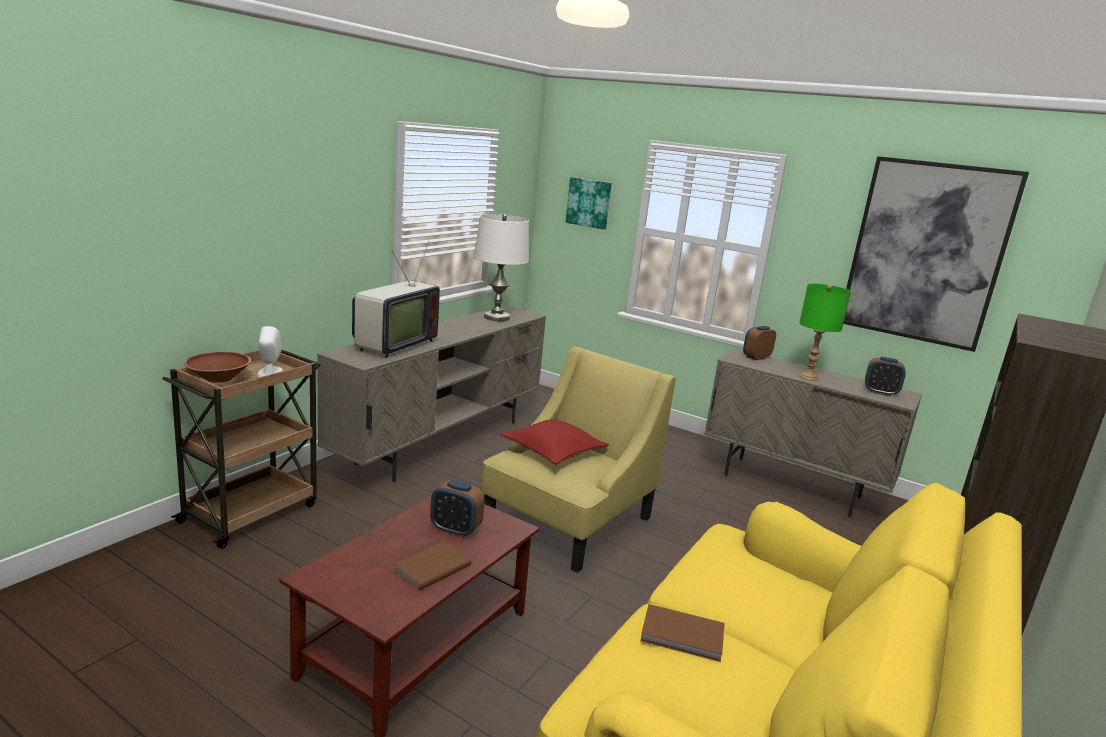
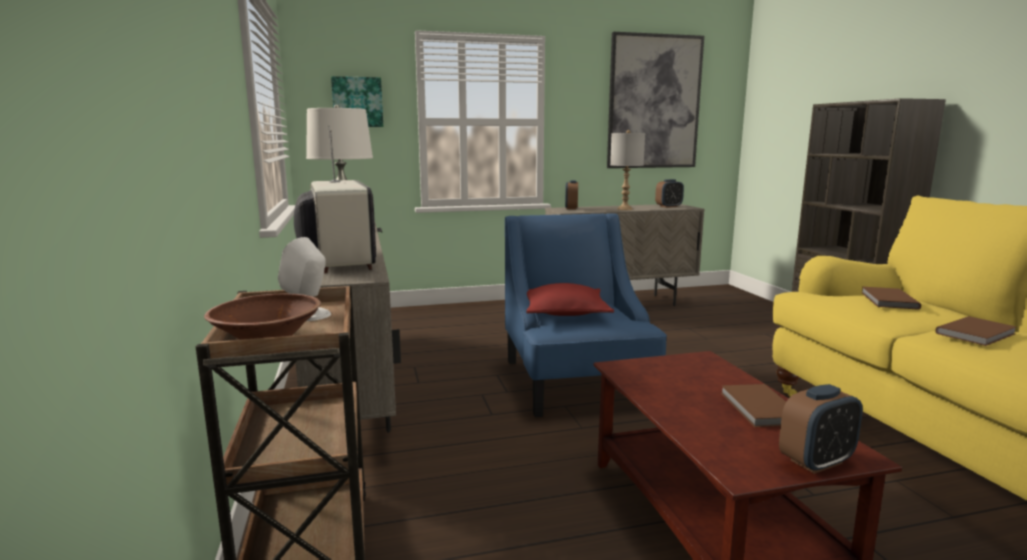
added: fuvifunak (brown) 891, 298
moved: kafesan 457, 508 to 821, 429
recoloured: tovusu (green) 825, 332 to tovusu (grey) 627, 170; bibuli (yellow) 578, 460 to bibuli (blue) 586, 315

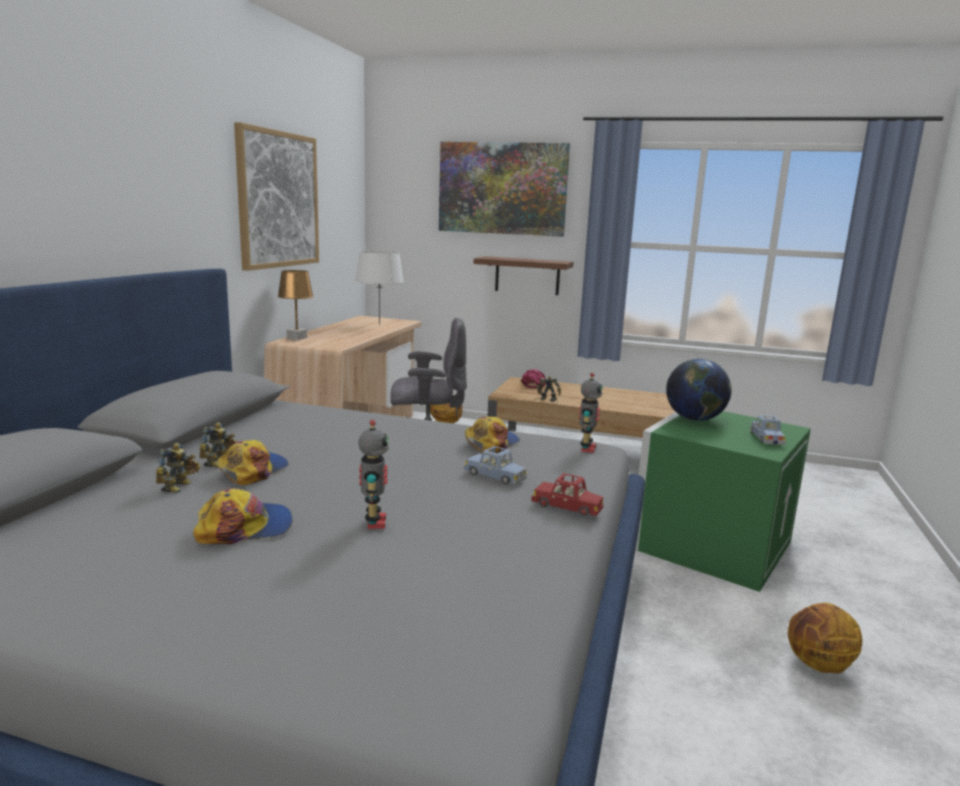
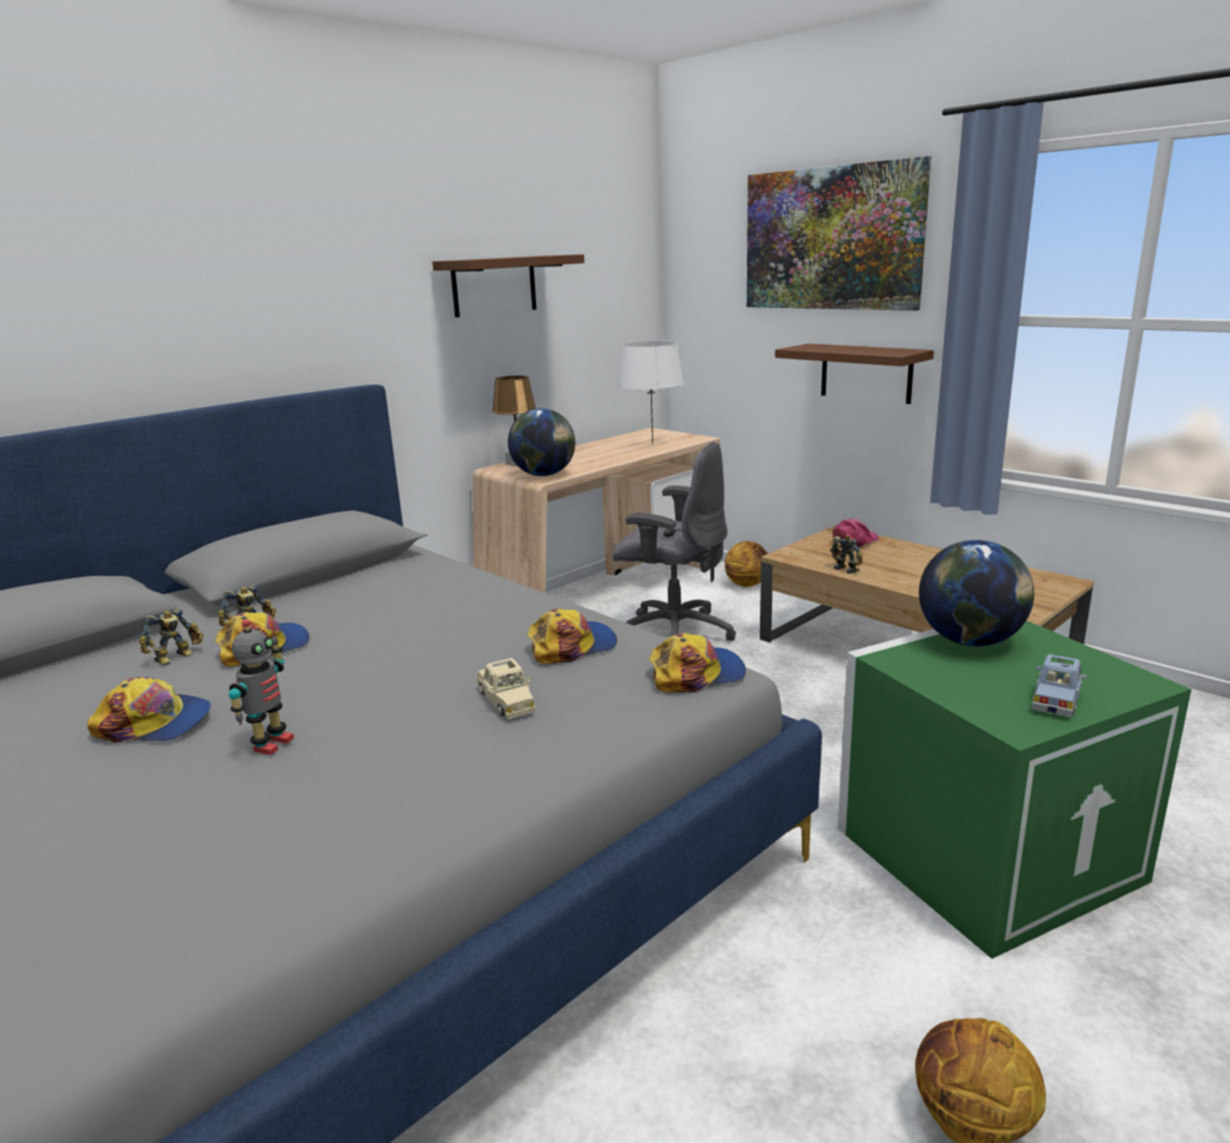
removed: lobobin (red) 567, 494
added: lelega 541, 442
replaced: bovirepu 276, 196 to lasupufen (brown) 508, 285; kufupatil 590, 413 to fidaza 697, 662
recoloured: lobobin (blue) 495, 465 to lobobin (beige) 506, 688

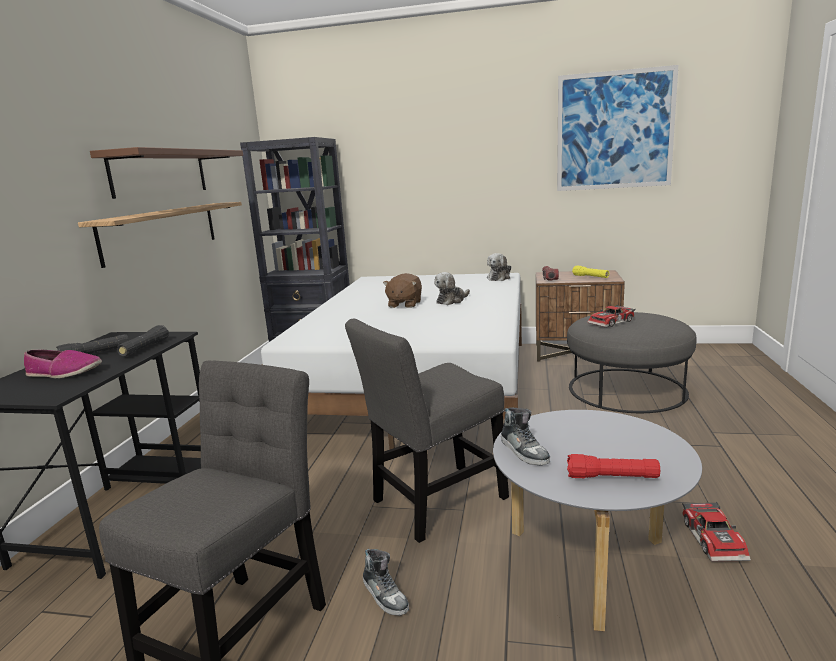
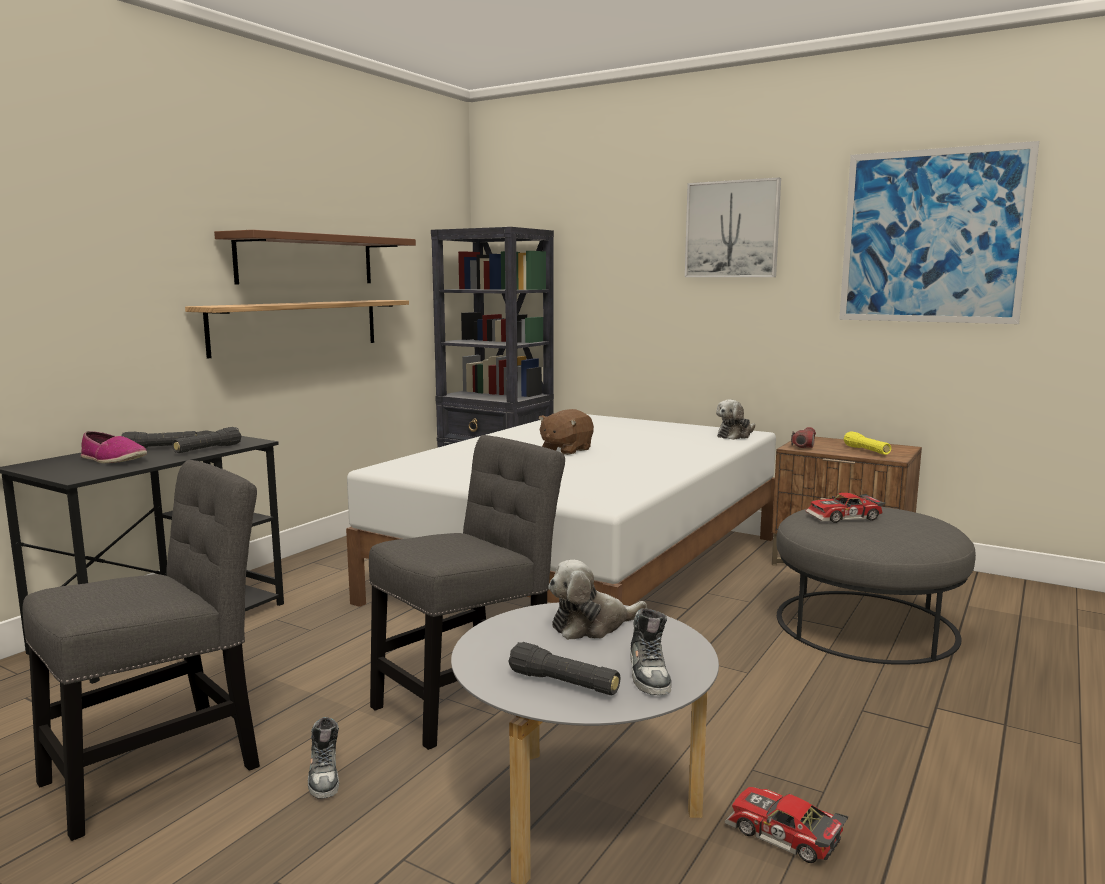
added: bovirepu 733, 227
moved: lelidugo 452, 288 to 597, 600; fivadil 525, 436 to 651, 651
recoloured: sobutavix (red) 613, 466 to sobutavix (black) 564, 668
turned: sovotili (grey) 427, 431 = 467, 592 150 degrees clockwise; lobobin 716, 532 = 786, 825 105 degrees clockwise

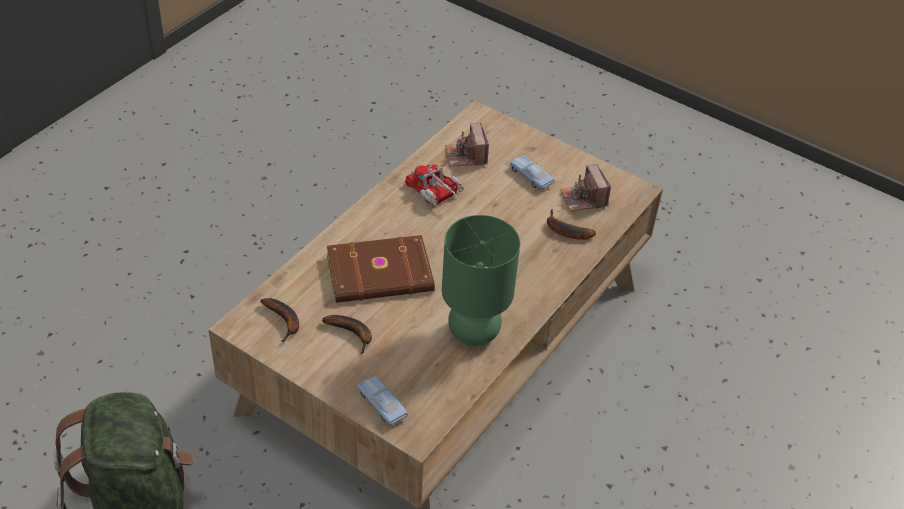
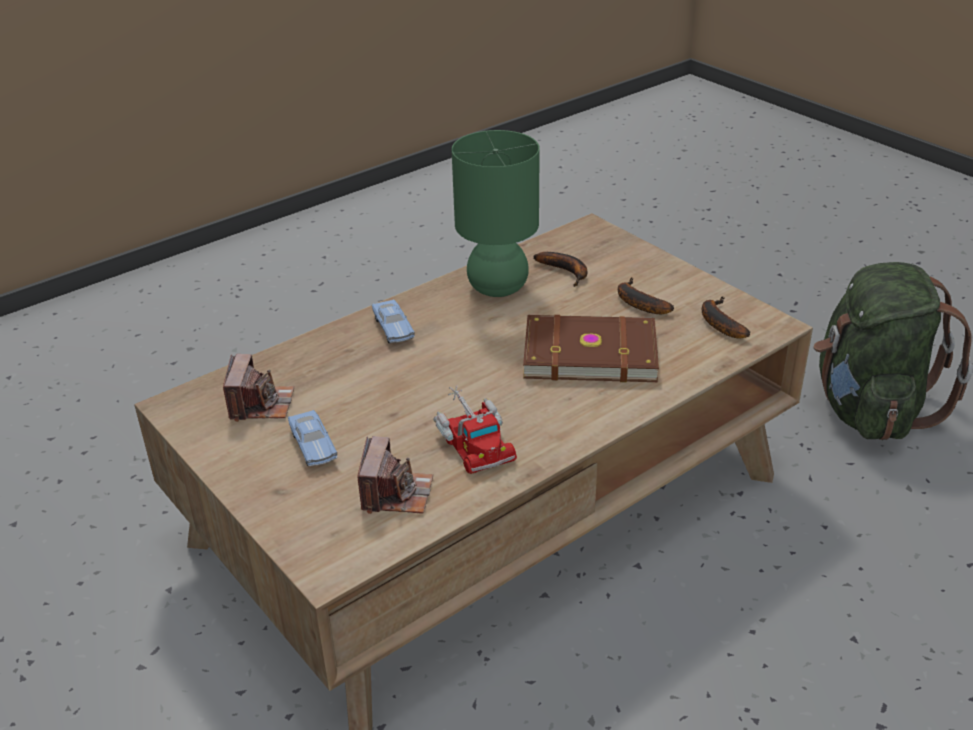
moved: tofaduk 571, 225 to 560, 269; lobobin (blue) 383, 400 to 393, 321

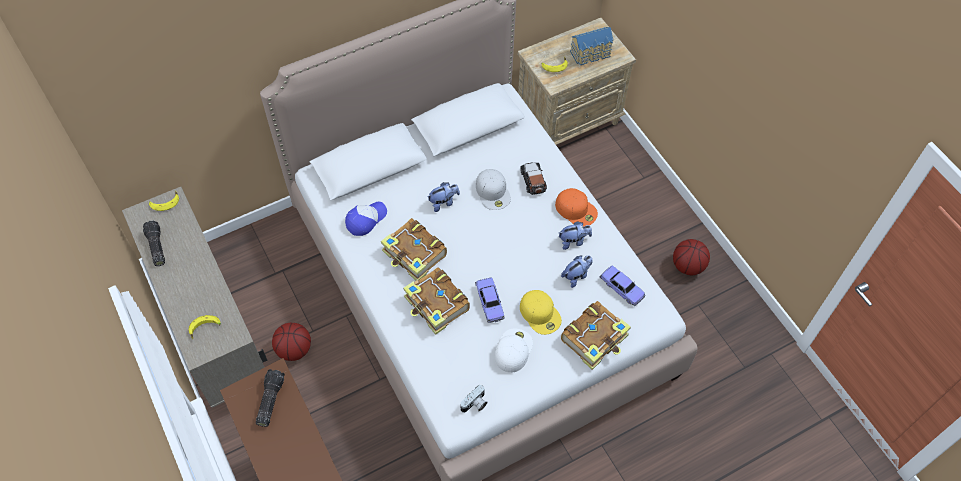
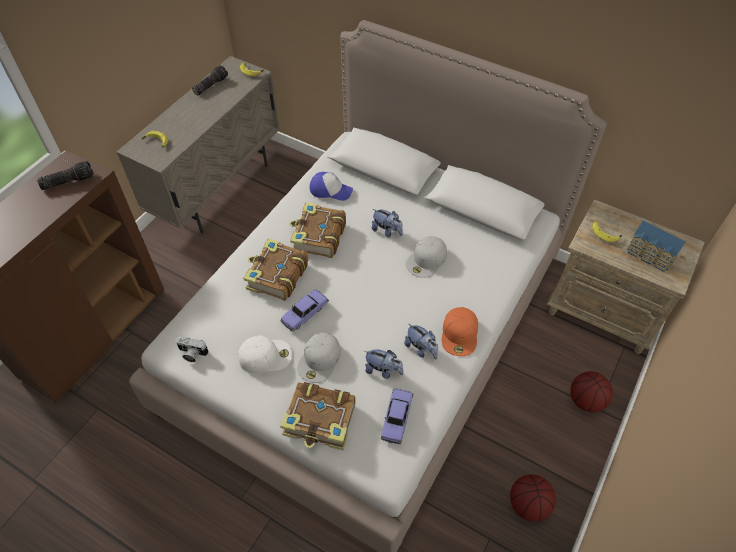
removed: lobobin 533, 178
moved: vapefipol 291, 342 to 591, 391
recoloured: fidaza (yellow) 541, 312 to fidaza (white) 319, 358

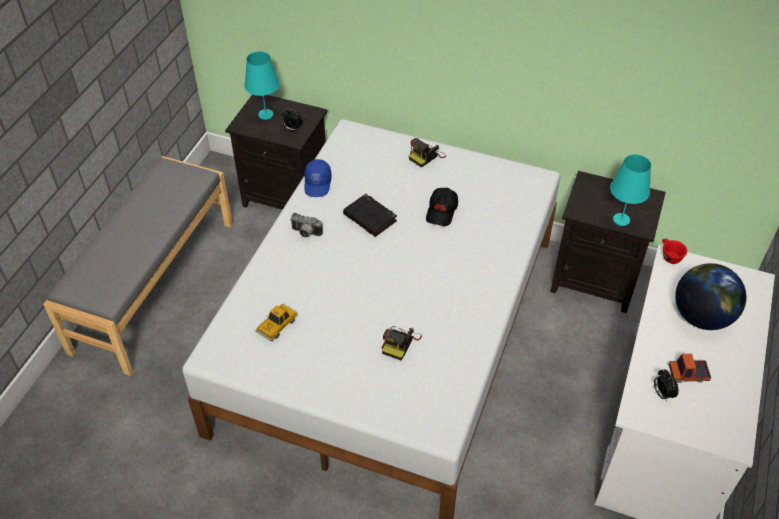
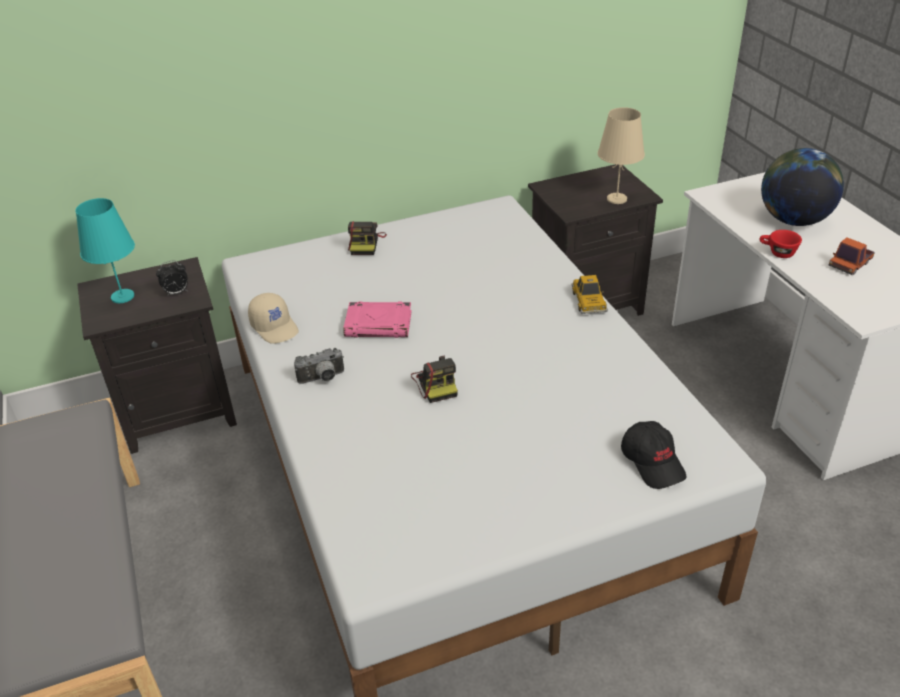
removed: kafesan 666, 385
moved: fidaza (black) 442, 207 to 653, 455; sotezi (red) 674, 251 to 781, 244; lobobin 277, 322 to 589, 294; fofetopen 402, 343 to 434, 379
recoloured: tovusu (turquoise) 630, 190 to tovusu (beige) 621, 155; fidaza (blue) 318, 178 to fidaza (beige) 273, 318; fuvifunak (black) 370, 215 to fuvifunak (pink) 377, 319

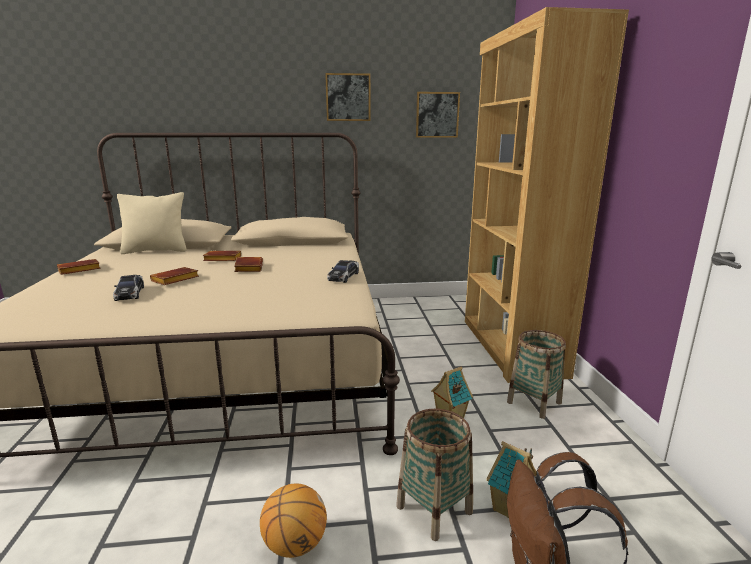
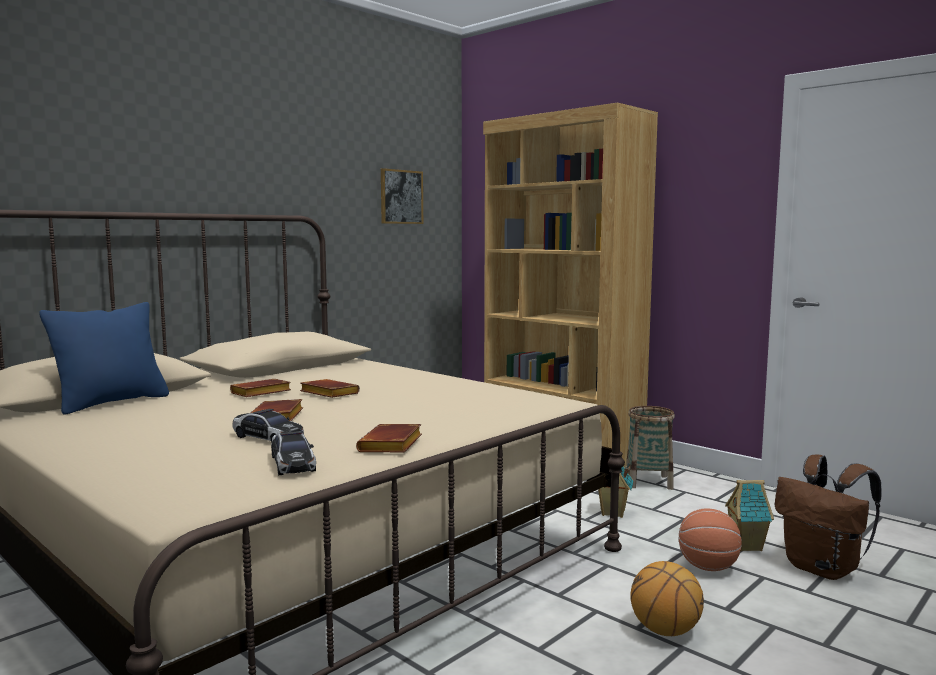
removed: bovirepu 348, 97
moved: fuvifunak (brown) 79, 267 to 389, 438; lobobin 343, 271 to 293, 453
replaced: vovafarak 434, 475 to vapefipol 710, 539
recoloured: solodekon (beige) 152, 223 to solodekon (blue) 104, 358

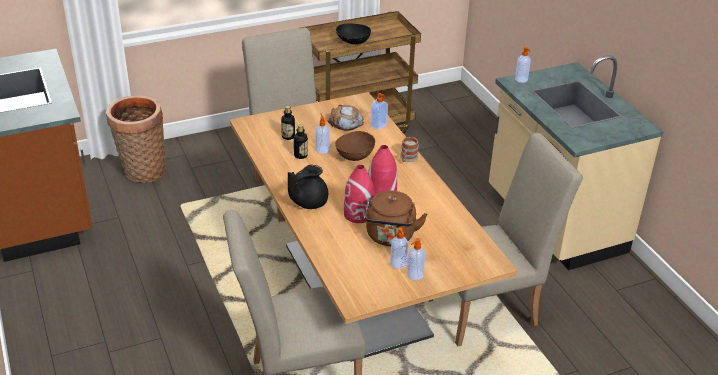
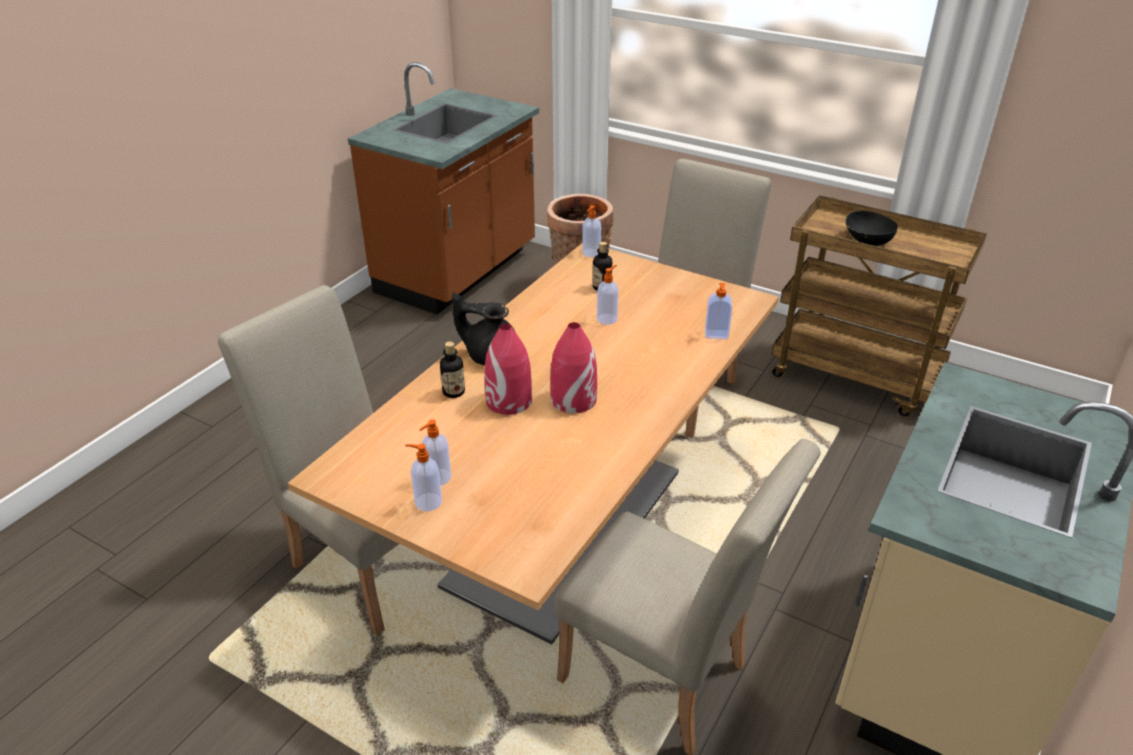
removed: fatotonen 345, 118; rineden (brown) 355, 146; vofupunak 409, 149; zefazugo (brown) 396, 218
moved: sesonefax 523, 65 to 591, 231; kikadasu 301, 141 to 452, 369

